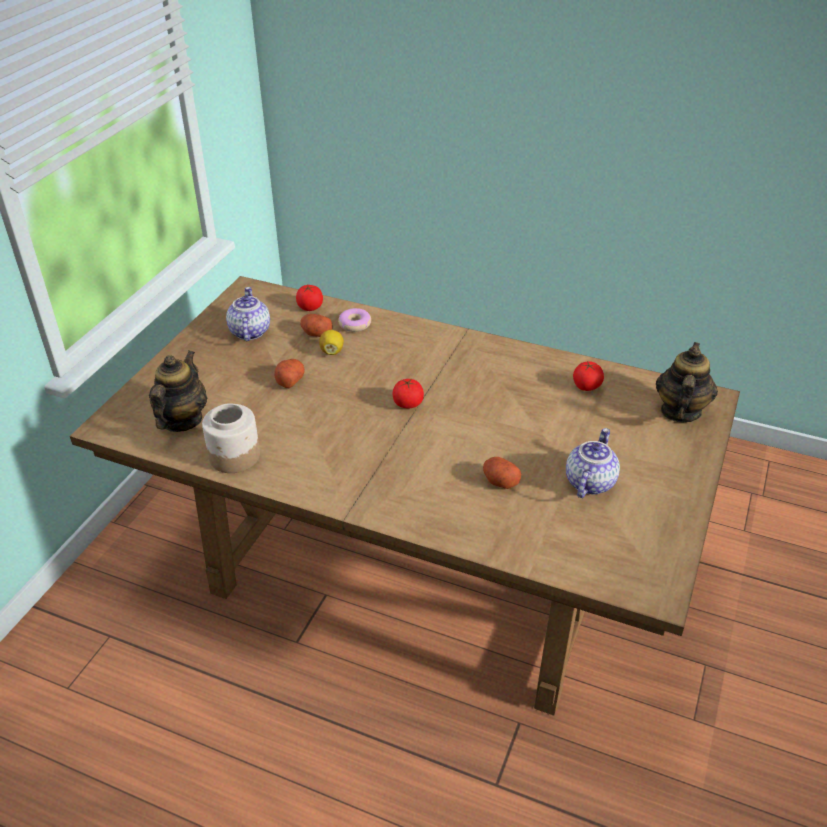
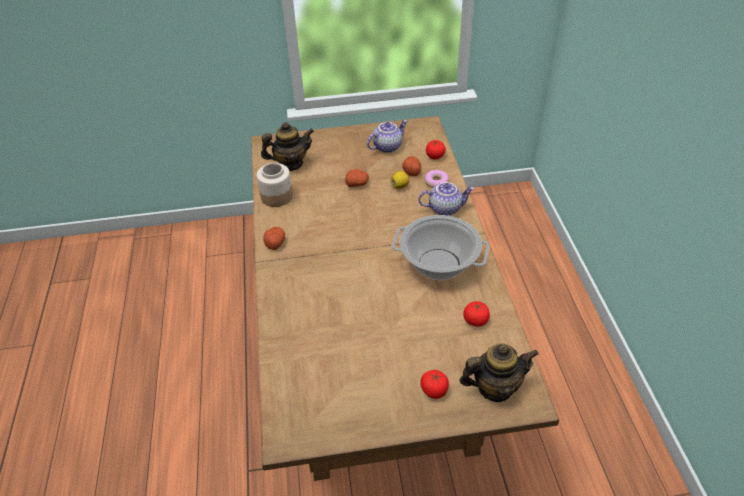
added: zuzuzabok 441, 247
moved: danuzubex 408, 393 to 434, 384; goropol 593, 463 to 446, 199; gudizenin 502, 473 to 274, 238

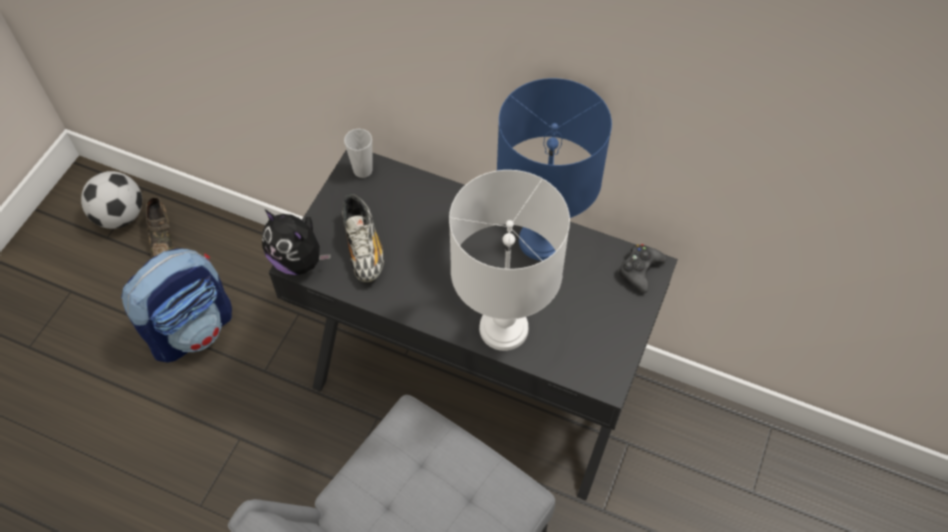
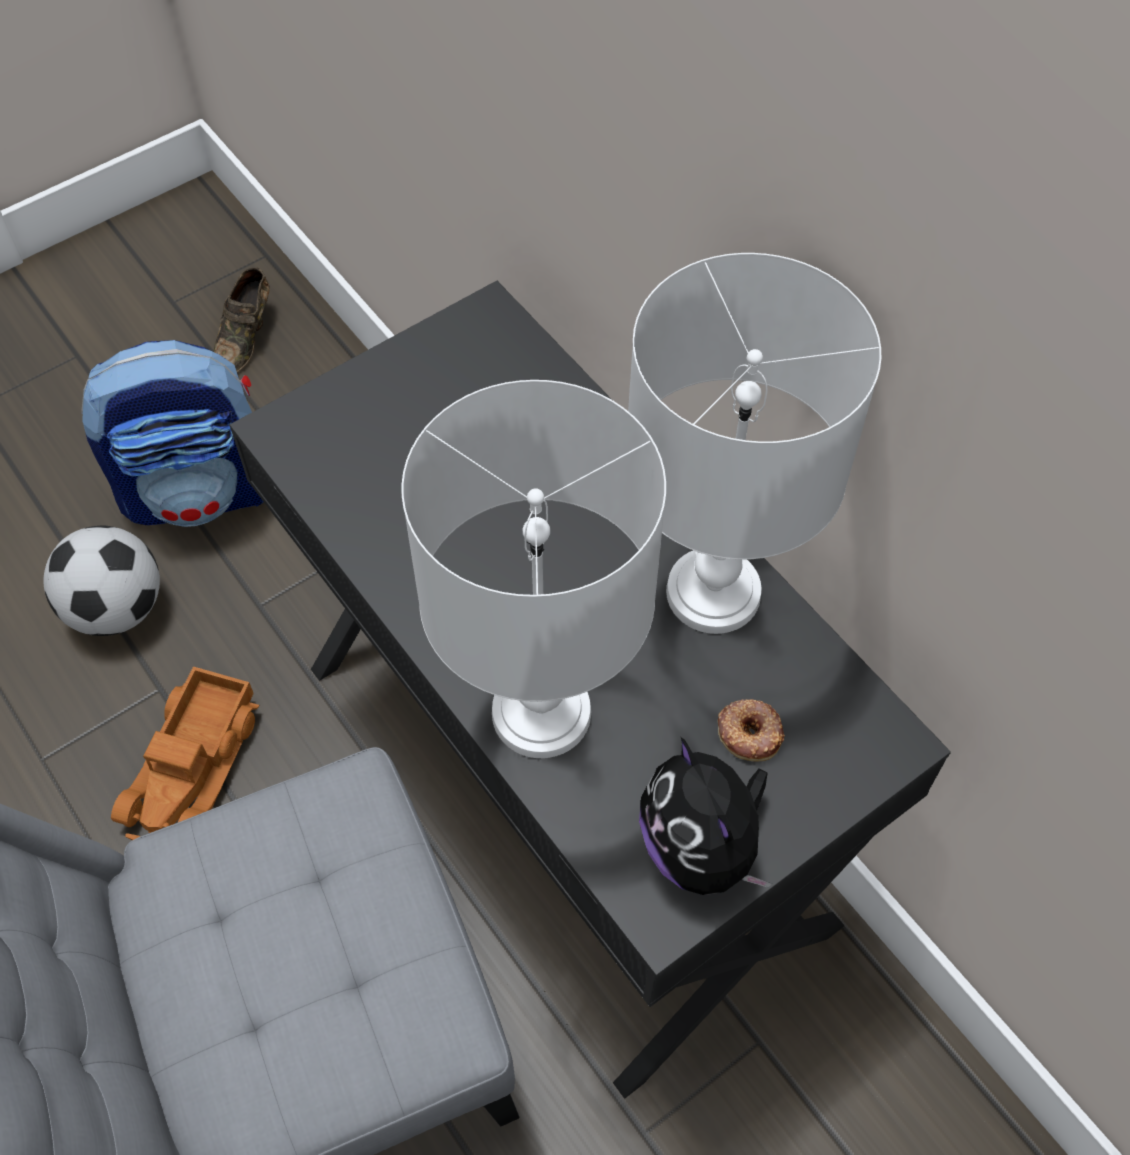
removed: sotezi 358, 153; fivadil 363, 238; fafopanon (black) 642, 268
added: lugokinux 185, 753; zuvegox 751, 730
moved: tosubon 111, 200 to 101, 581; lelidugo 296, 242 to 705, 816
recoloured: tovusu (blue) 554, 169 to tovusu (white) 754, 443

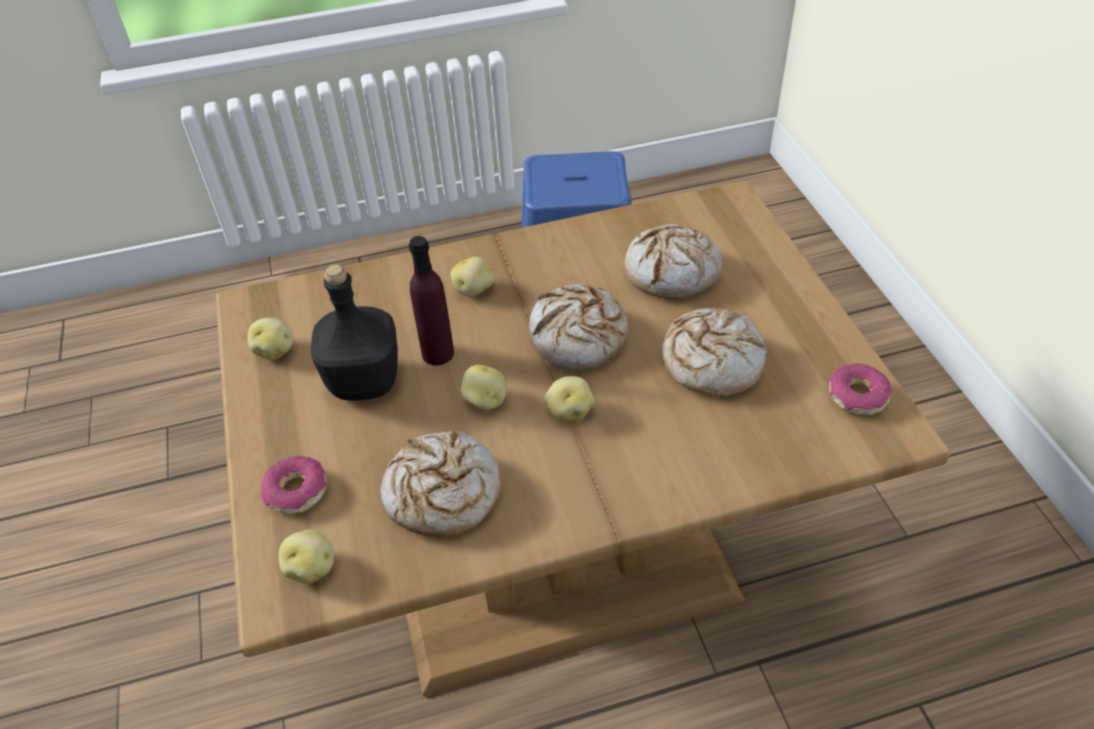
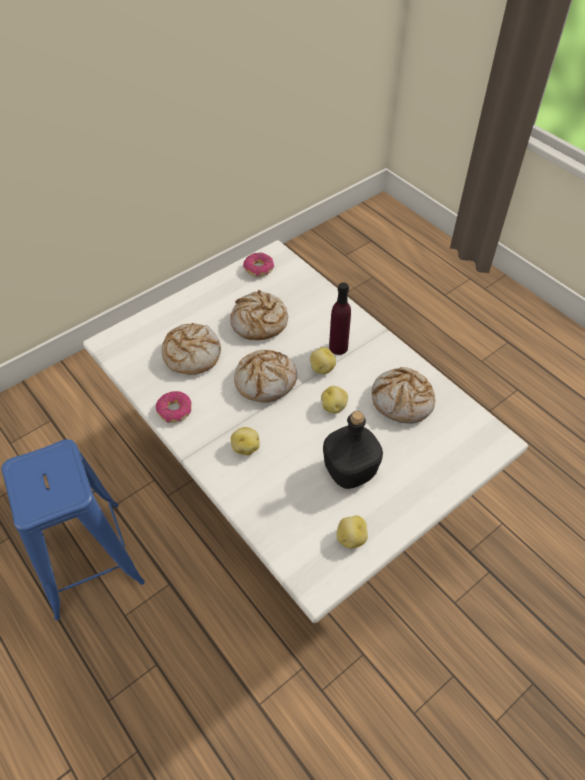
removed: gudizenin 306, 557
moved: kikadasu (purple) 431, 300 to 340, 318; zuvegox 294, 485 to 173, 407
recoloured: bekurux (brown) 583, 438 to bekurux (white) 305, 431

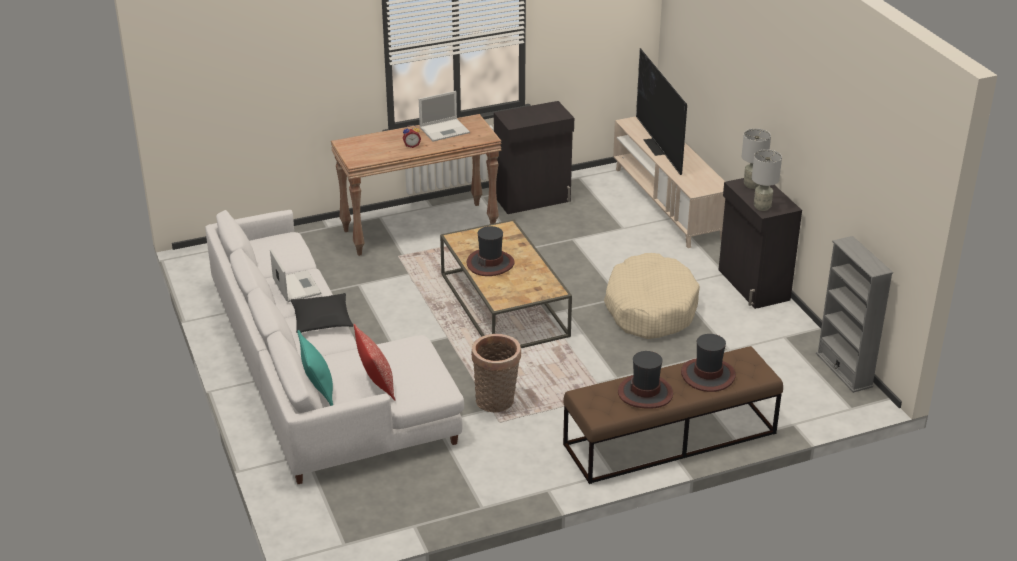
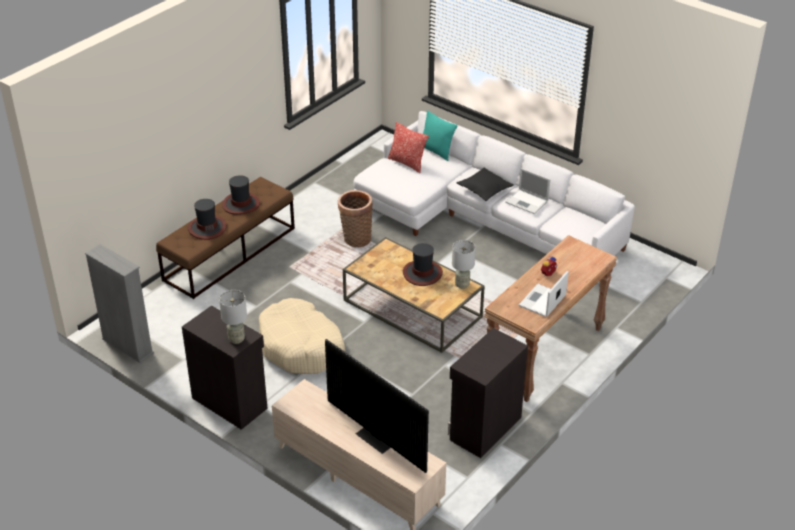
moved: tovusu (grey) 767, 180 to 464, 264

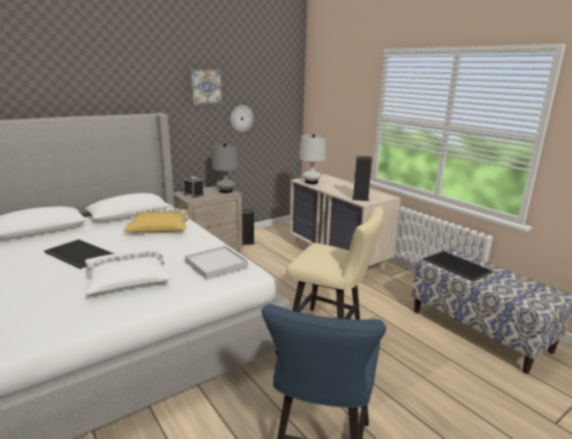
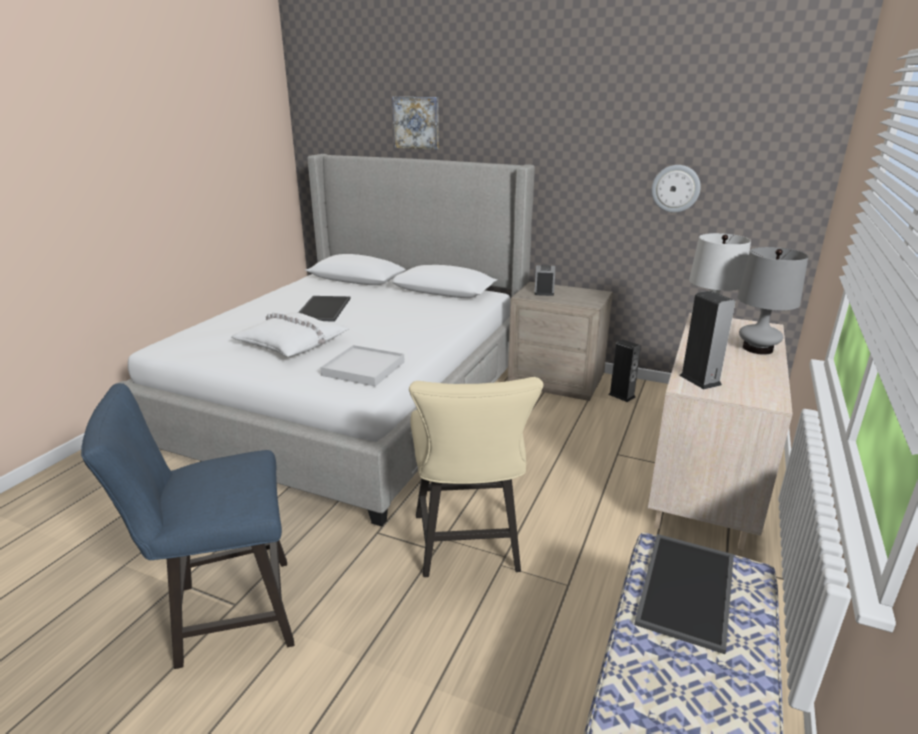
removed: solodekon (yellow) 156, 220
moved: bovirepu 205, 87 to 415, 123; tovusu (grey) 225, 168 to 773, 301

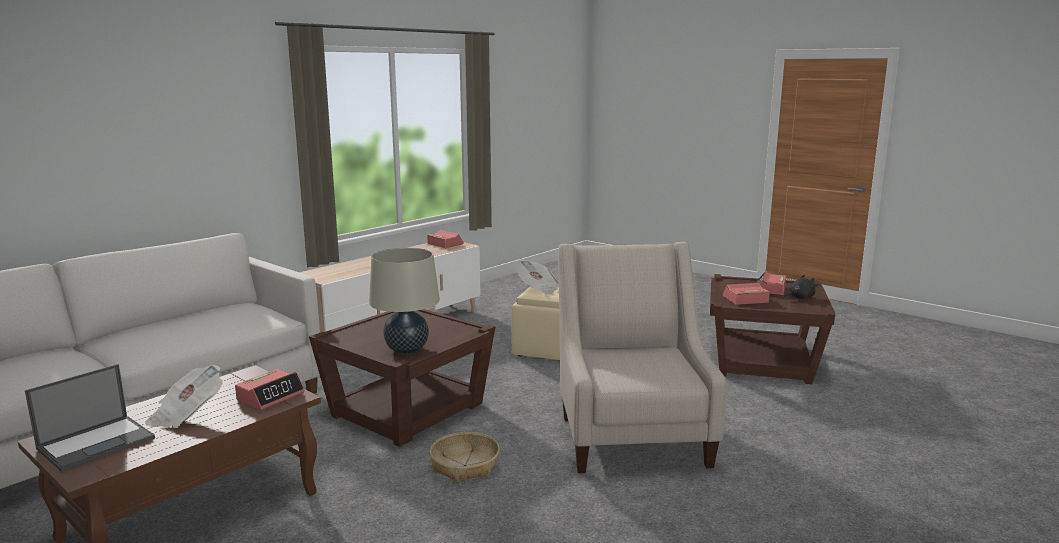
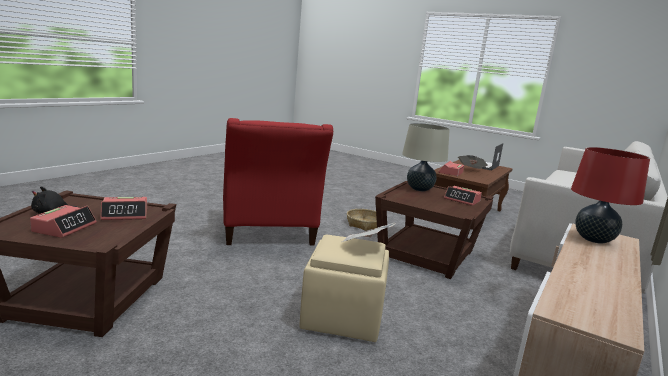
added: tovusu (red) 610, 195
moved: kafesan 445, 239 to 463, 196
recoloured: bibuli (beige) 642, 357 to bibuli (red) 278, 181

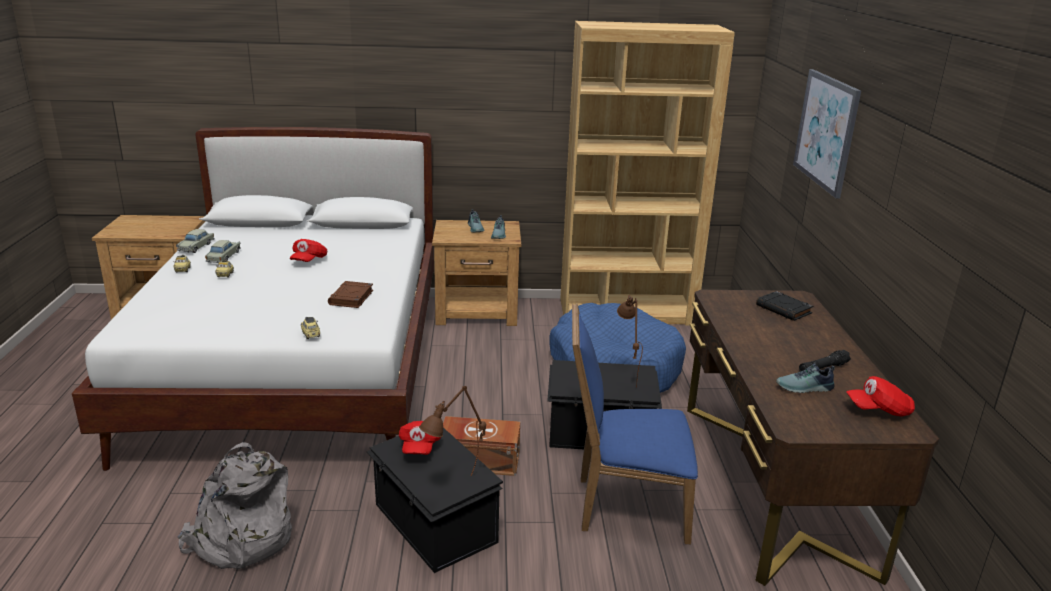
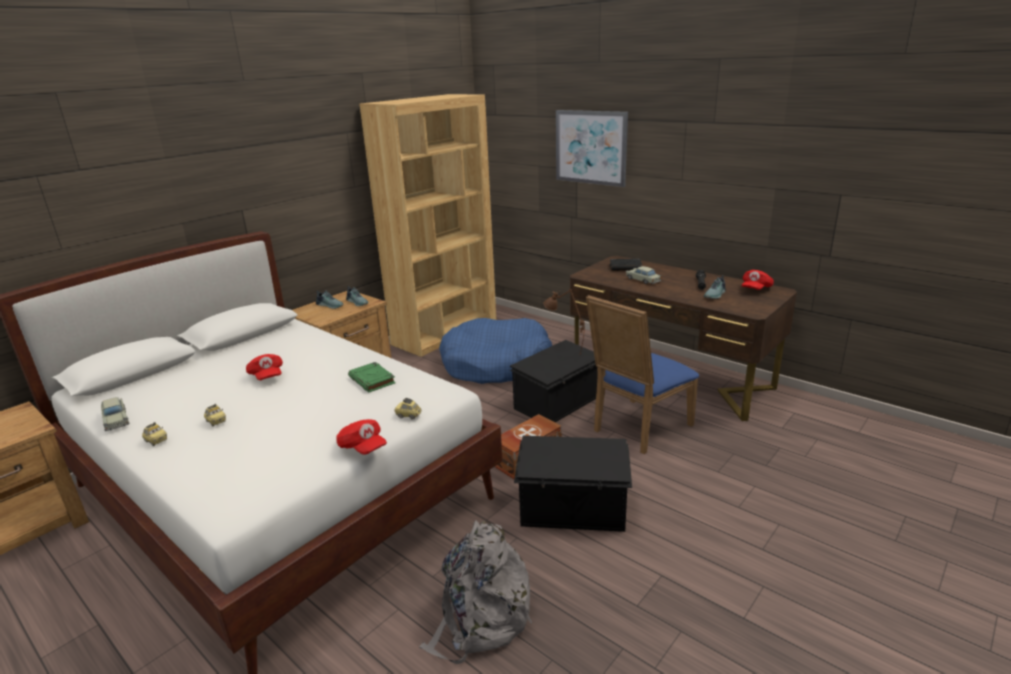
removed: tovusu (brown) 452, 431
moved: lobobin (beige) 223, 251 to 644, 275; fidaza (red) 420, 438 to 361, 437
recoloured: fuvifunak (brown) 350, 294 to fuvifunak (green) 372, 377

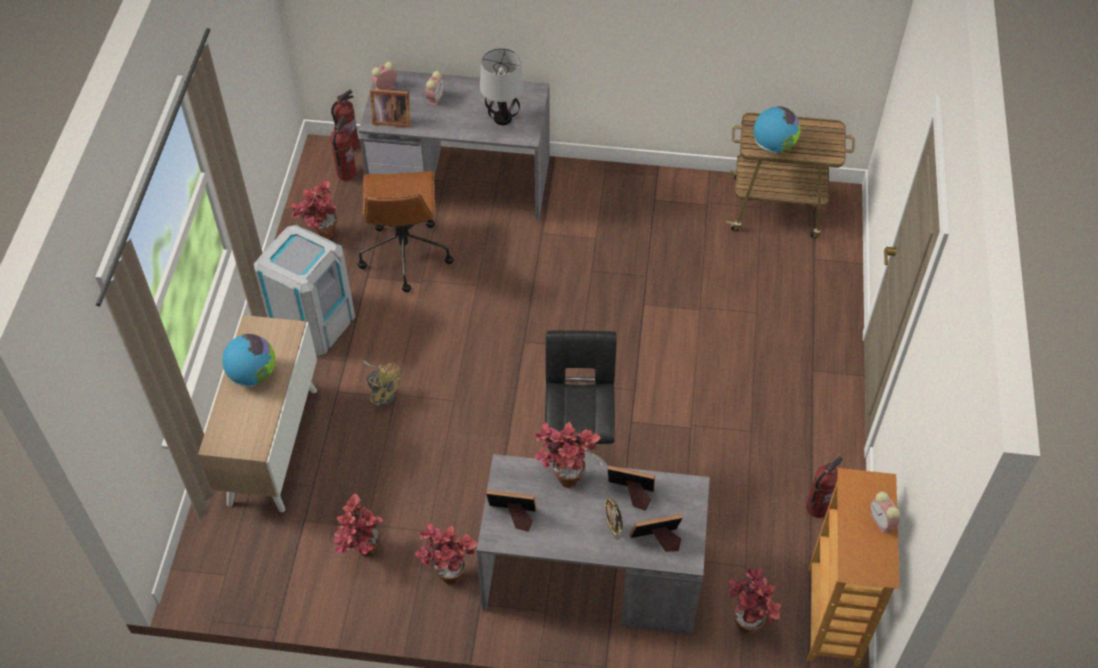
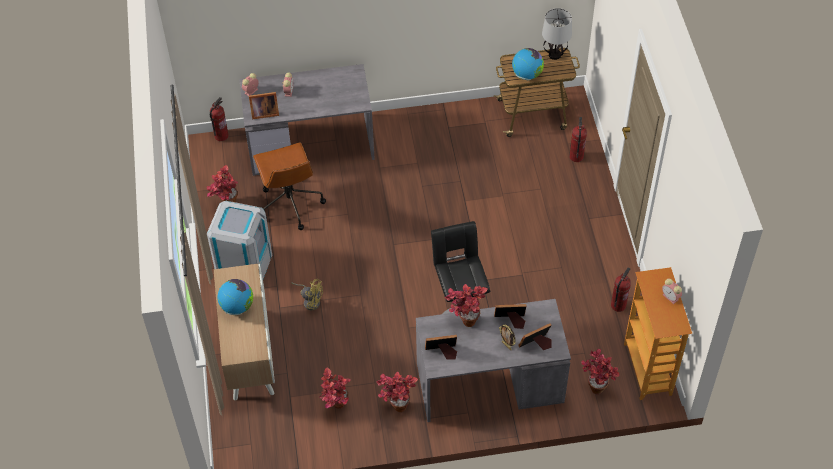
moved: tovusu 502, 86 to 557, 34; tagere 343, 148 to 578, 139

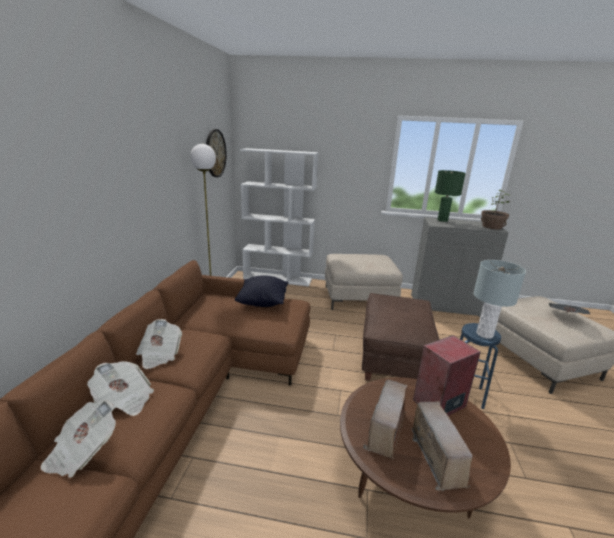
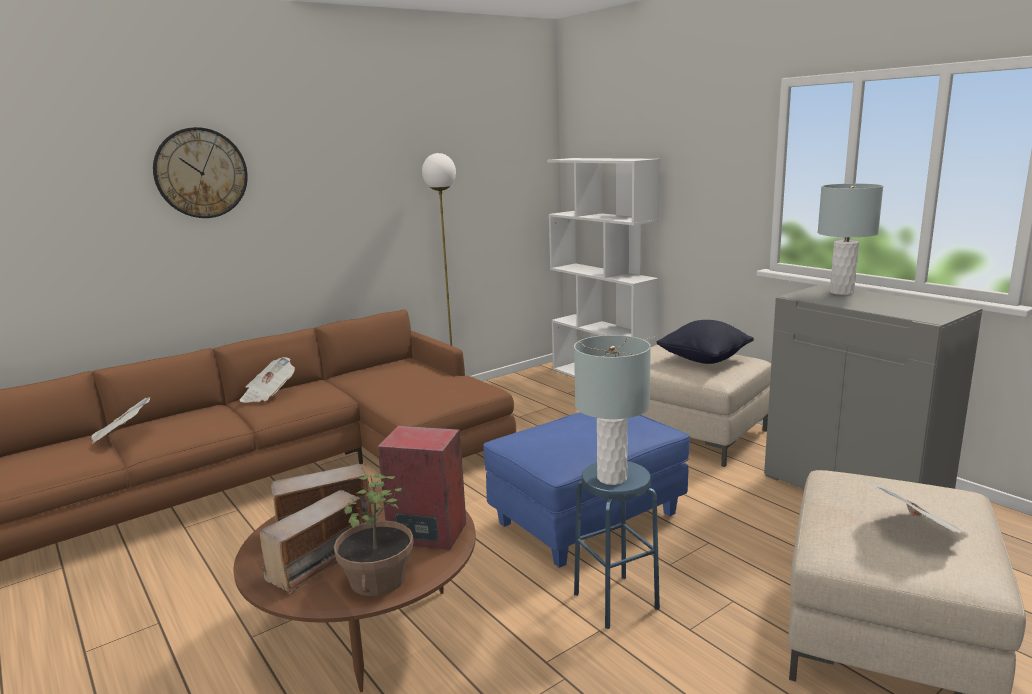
removed: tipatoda 120, 388
moved: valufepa 216, 153 to 200, 172; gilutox 495, 209 to 374, 535; solodekon (black) 261, 291 to 705, 342
recoloured: tovusu (green) 450, 196 to tovusu (grey) 850, 239; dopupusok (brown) 400, 337 to dopupusok (blue) 586, 490

